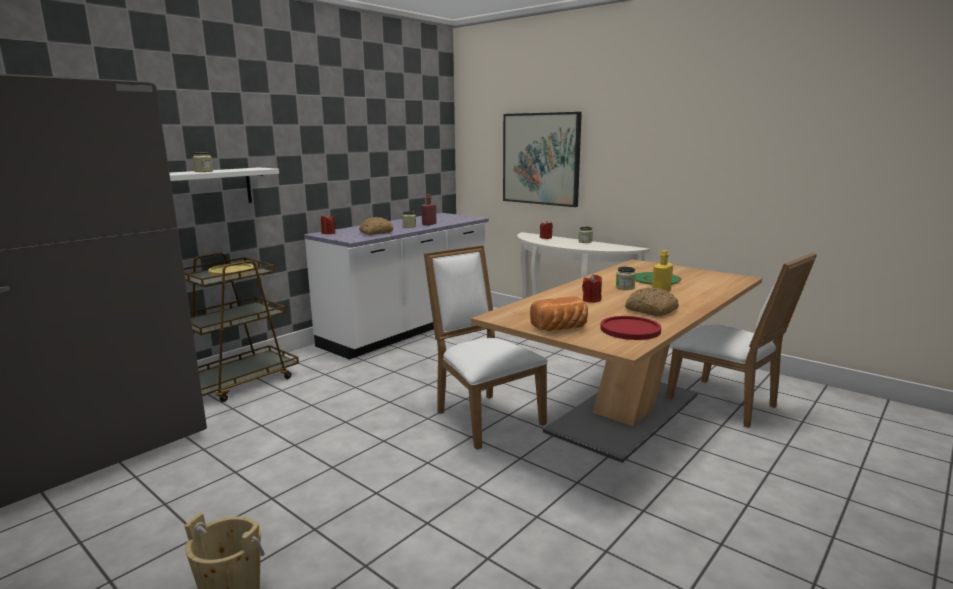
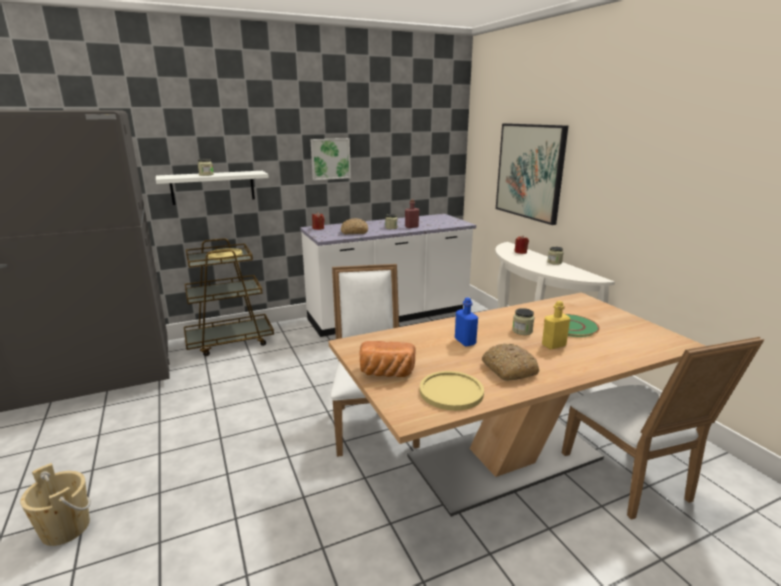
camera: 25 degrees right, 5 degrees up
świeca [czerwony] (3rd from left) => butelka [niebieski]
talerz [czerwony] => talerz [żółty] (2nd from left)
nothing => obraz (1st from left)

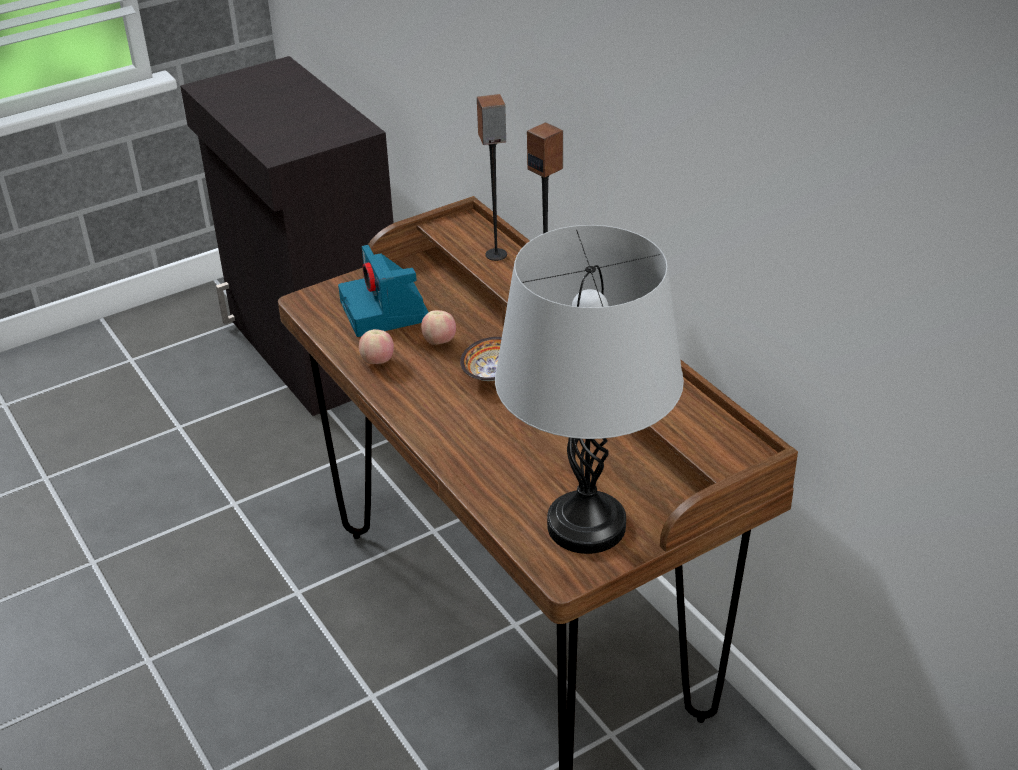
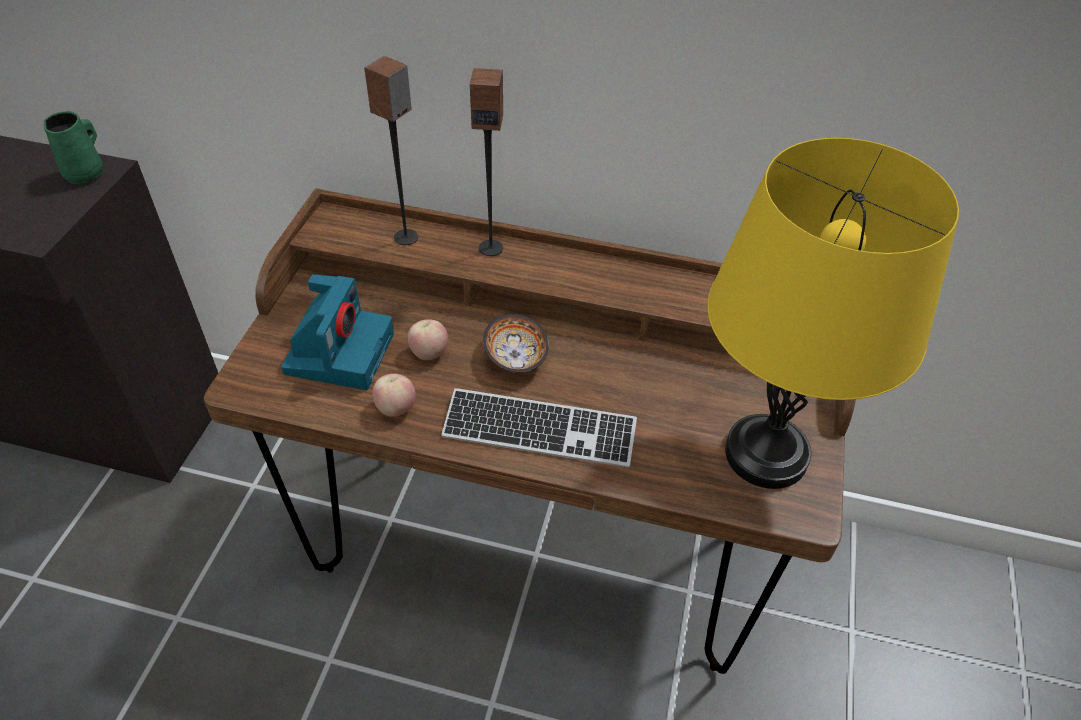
camera: 45 degrees left, 10 degrees up
lampa stołowa [szary] => lampa stołowa [żółty]
aparat fotograficzny, 105 degrees counterclockwise
nothing => kubek [zielony]
nothing => klawiatura

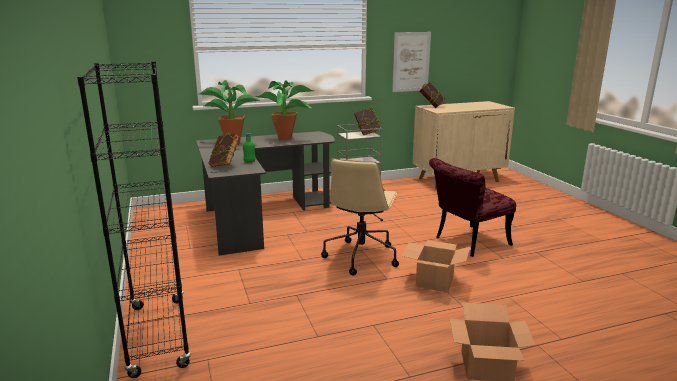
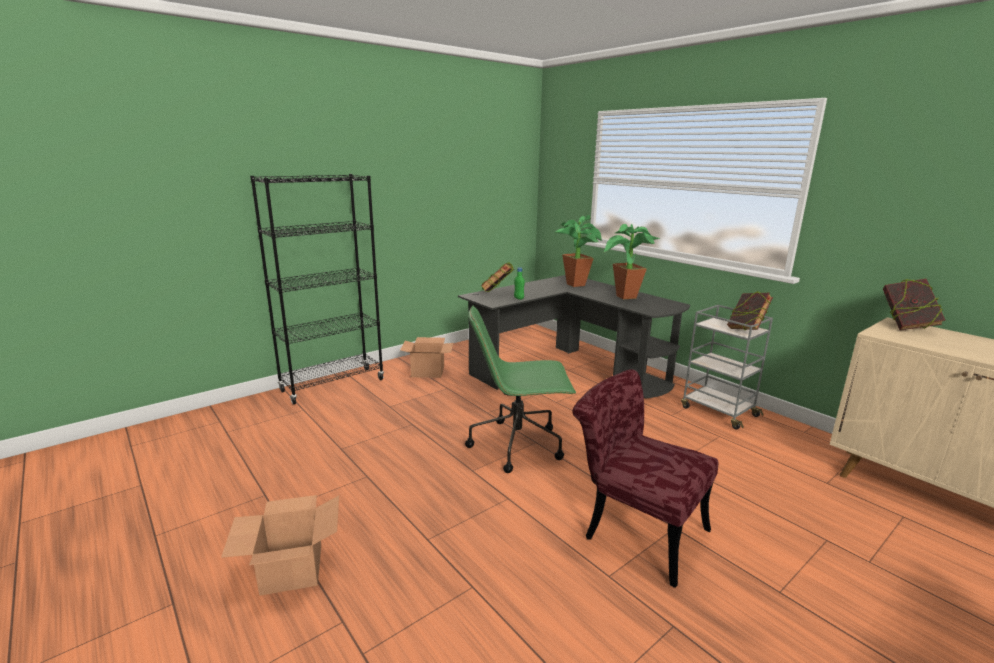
camera: 70 degrees right, 0 degrees up
obraz => nothing
krzesło biurowe [beżowy] => krzesło biurowe [zielony]
karton (1st from left in the first image) => karton (2nd from left), move

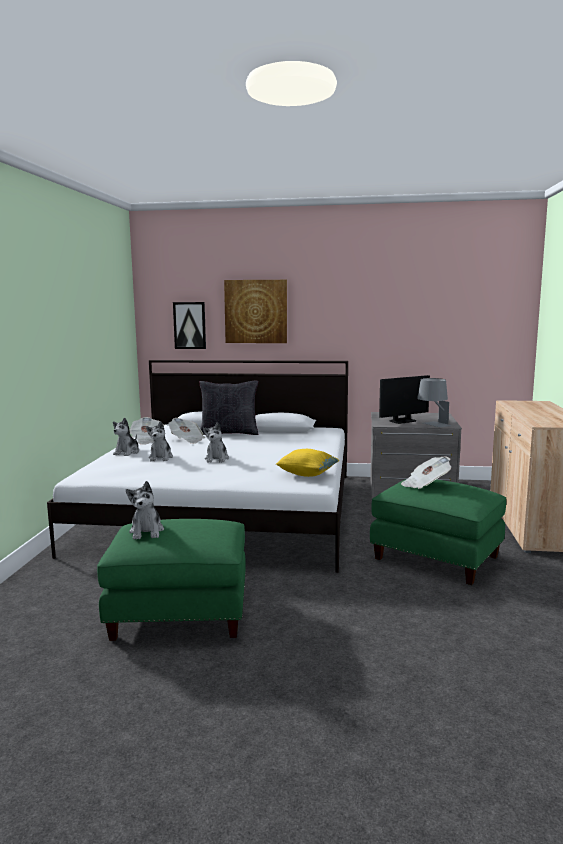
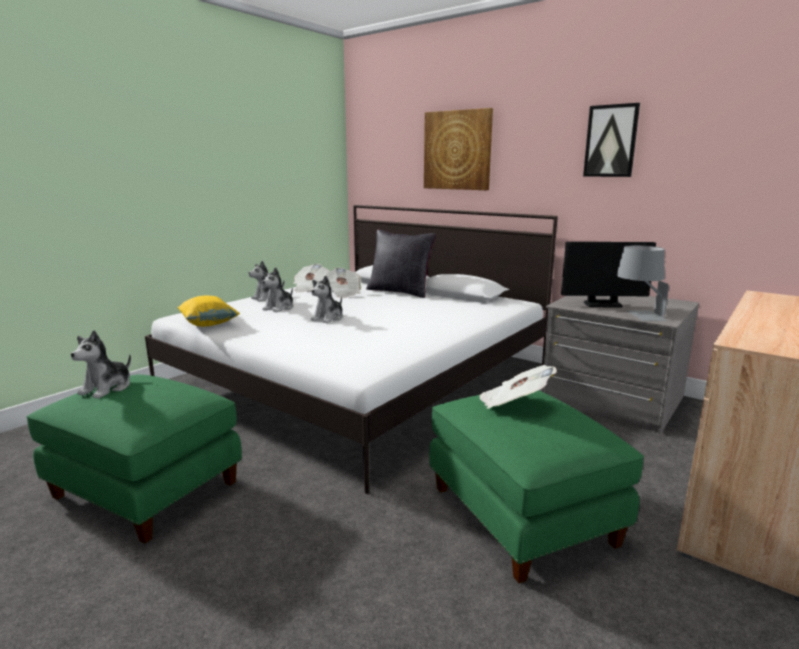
camera: 30 degrees right, 5 degrees up
obraz (1st from left in the first image) => obraz (2nd from left), move
poduszka [żółty], move

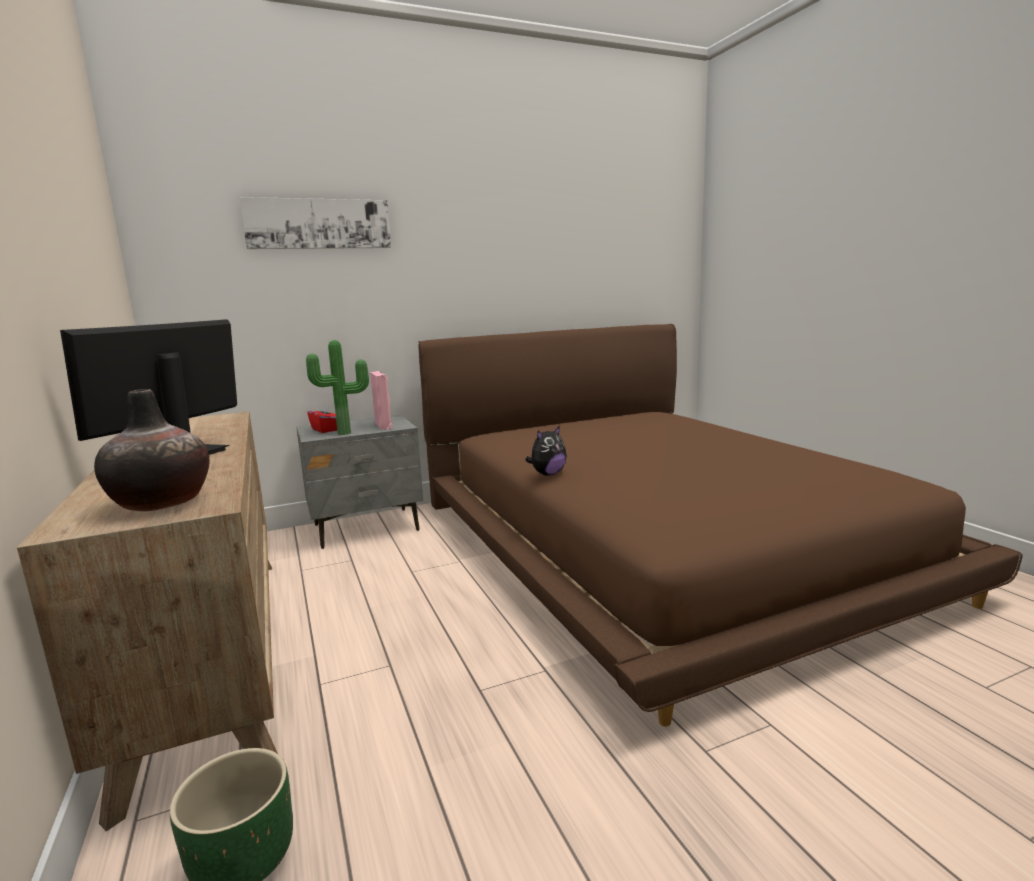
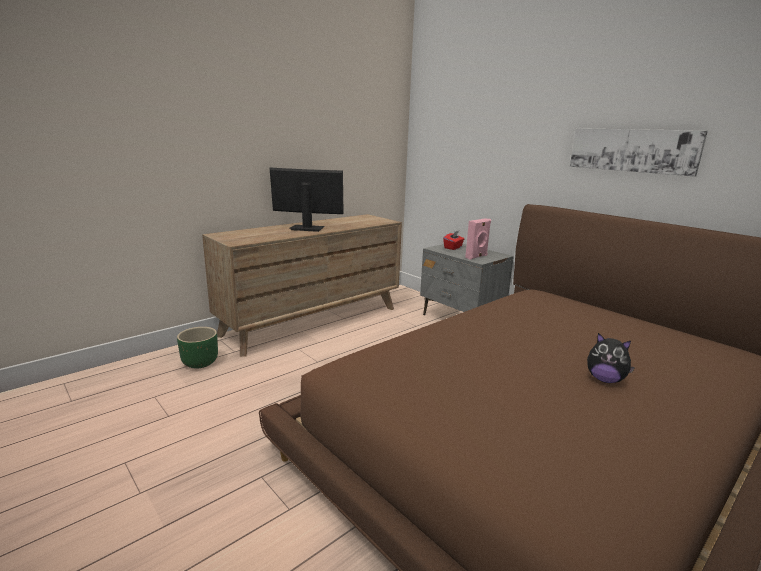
camera: 70 degrees right, 5 degrees up
obraz, move
roślina doniczkowa => nothing
wazon => nothing
pluszak, move

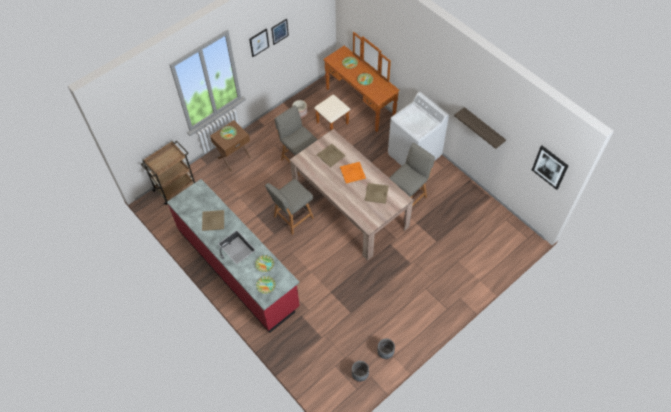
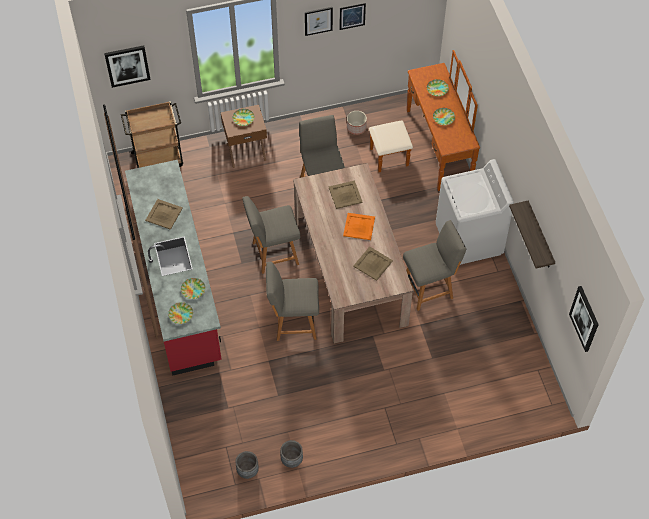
camera: 25 degrees right, 0 degrees up
nothing => obraz (1st from left)
nothing => krzesło [szary] (2nd from left)

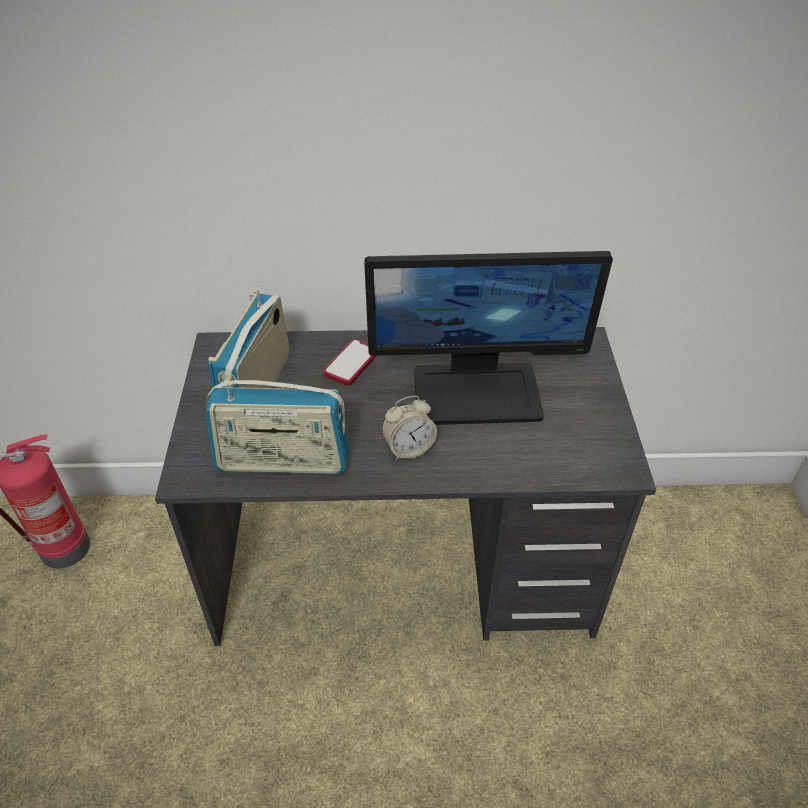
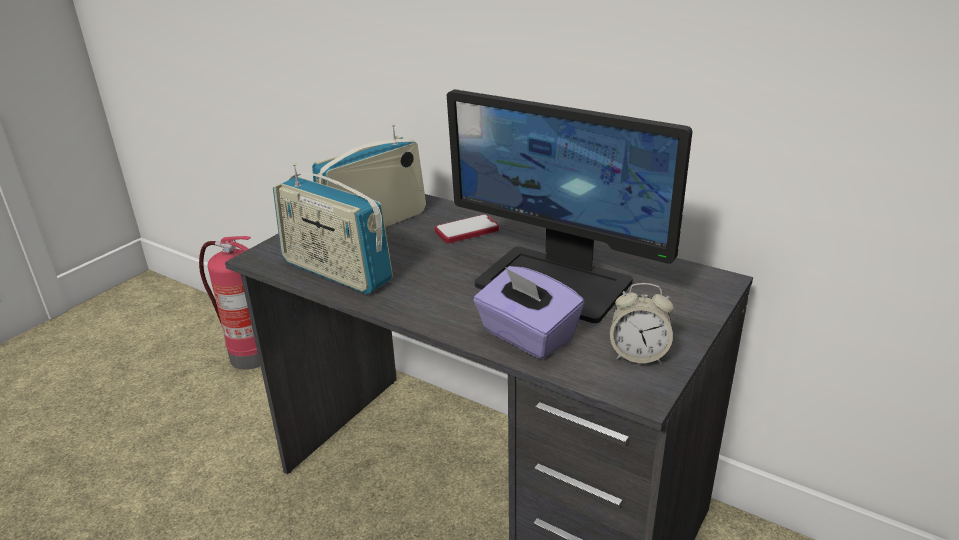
camera: 35 degrees right, 15 degrees down
budzik, move
nothing => pudełko chusteczek [fioletowy]

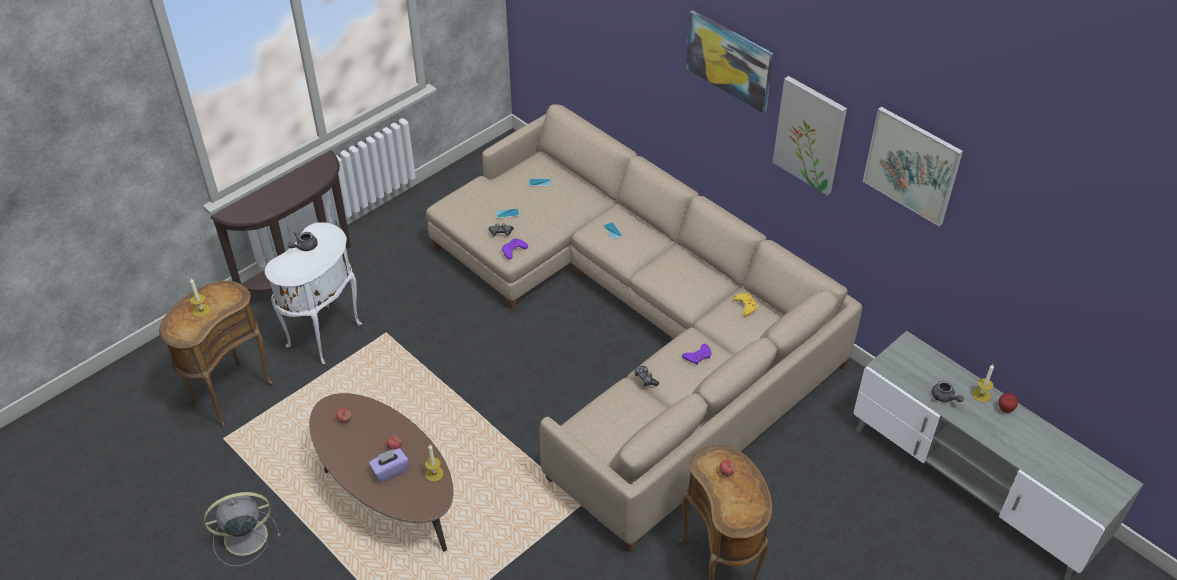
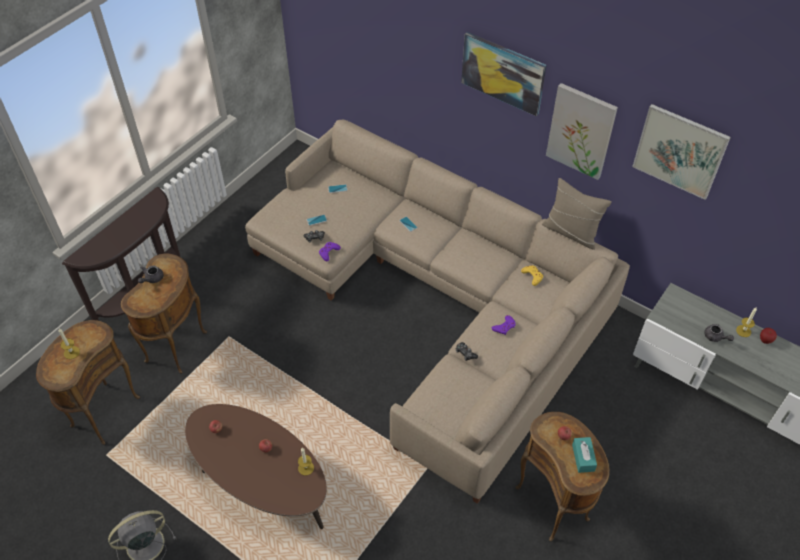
camera: 10 degrees left, 5 degrees up
stolik [biały] => stolik [brązowy] (2nd from left)
pudełko chusteczek [fioletowy] => nothing
nothing => poduszka [beżowy]
nothing => pudełko chusteczek [turkusowy]

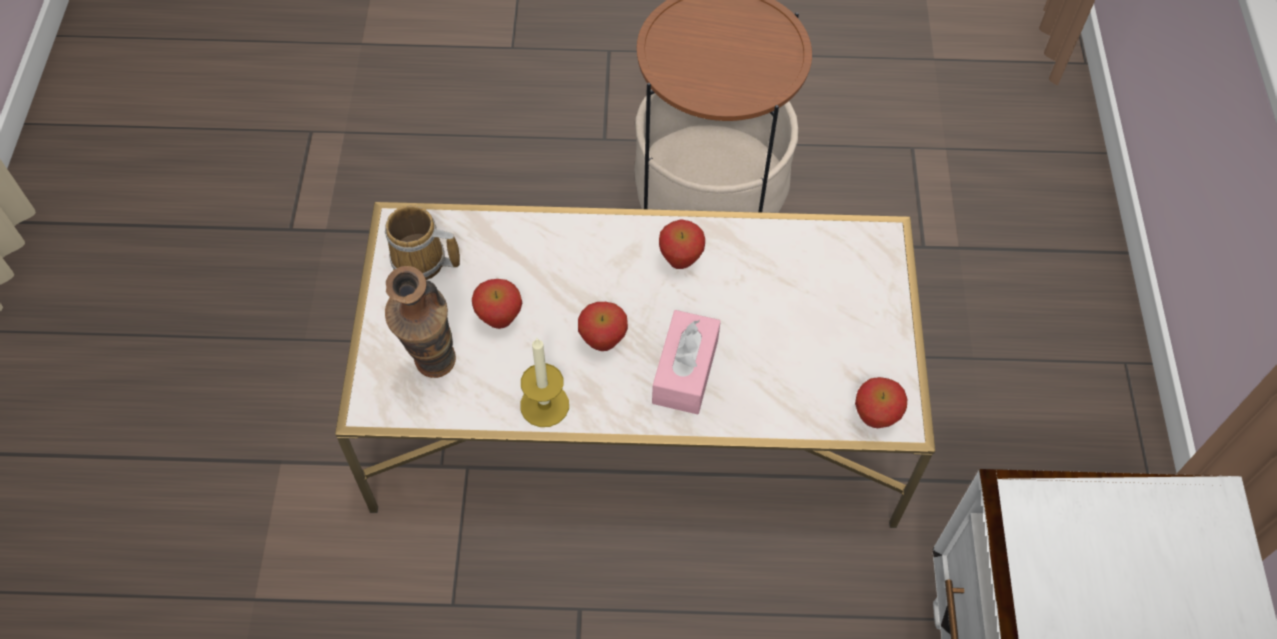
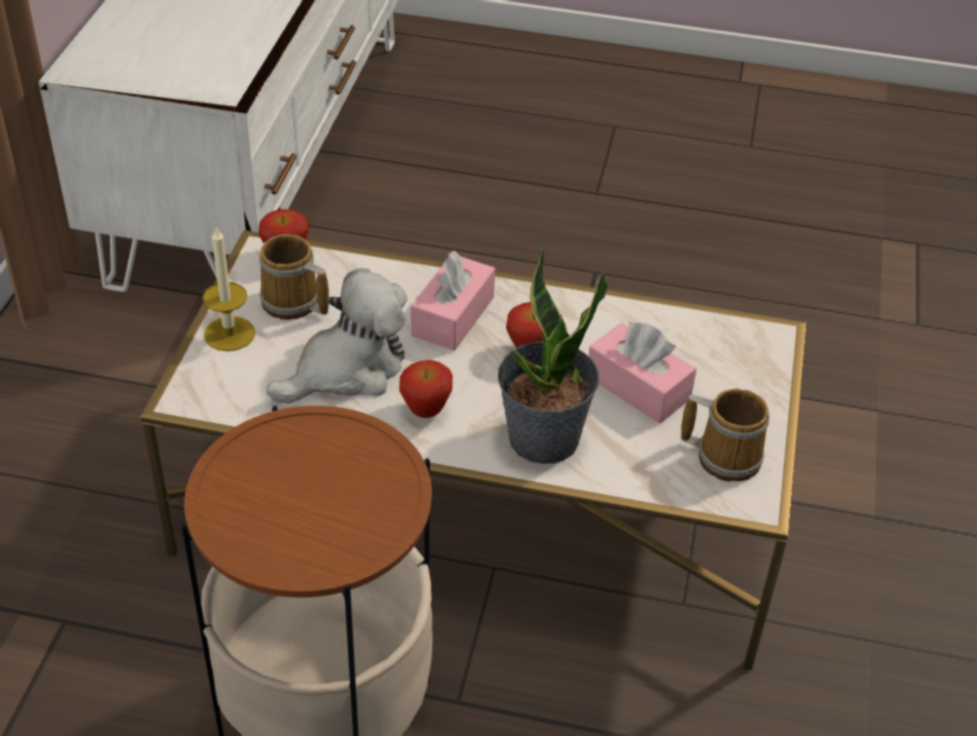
camera: 170 degrees left, 15 degrees down
wazon => nothing
jabłko (1st from left) => pudełko chusteczek [różowy] (2nd from left)
świeca, move
nothing => kubek (1st from left)
nothing => roślina doniczkowa
nothing => pluszak

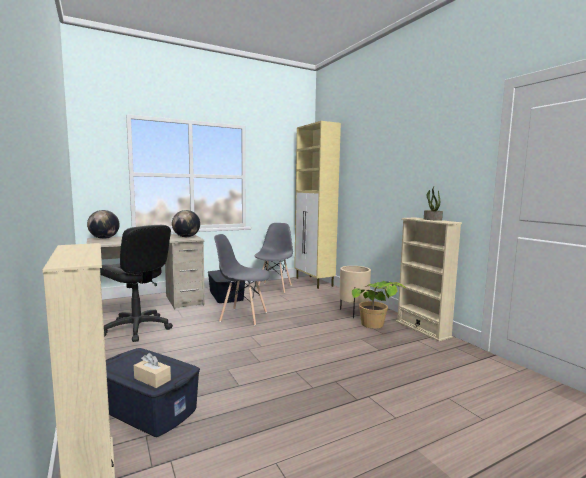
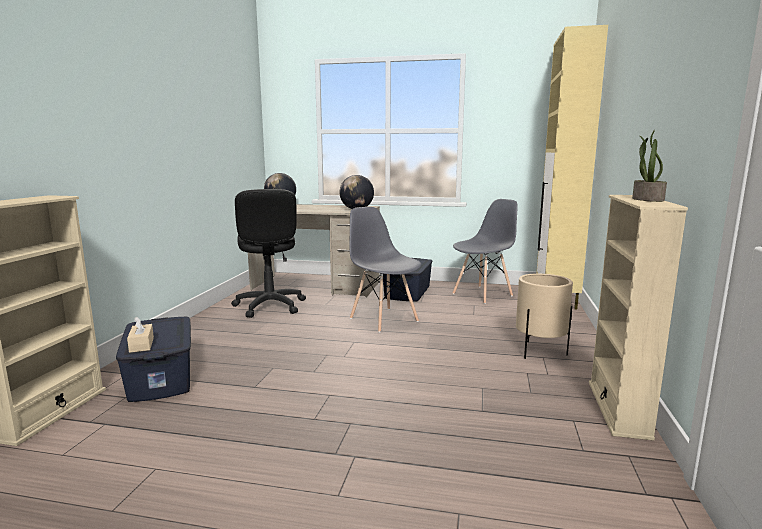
camera: 40 degrees right, 5 degrees up
roślina doniczkowa (1st from left) => nothing

